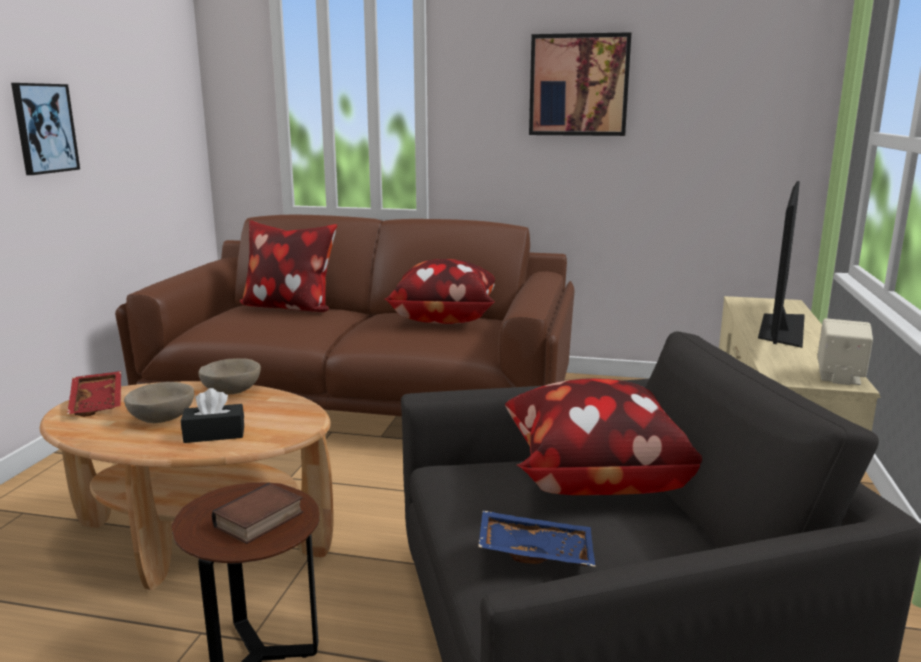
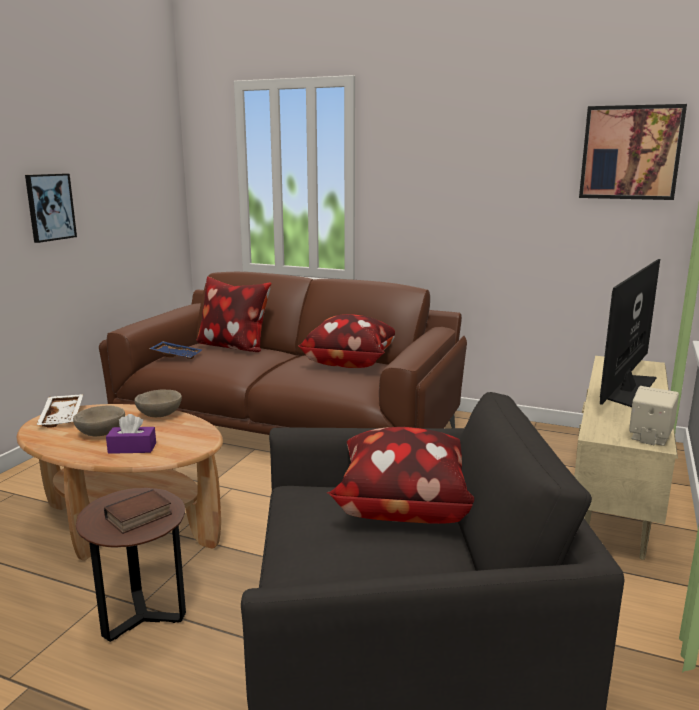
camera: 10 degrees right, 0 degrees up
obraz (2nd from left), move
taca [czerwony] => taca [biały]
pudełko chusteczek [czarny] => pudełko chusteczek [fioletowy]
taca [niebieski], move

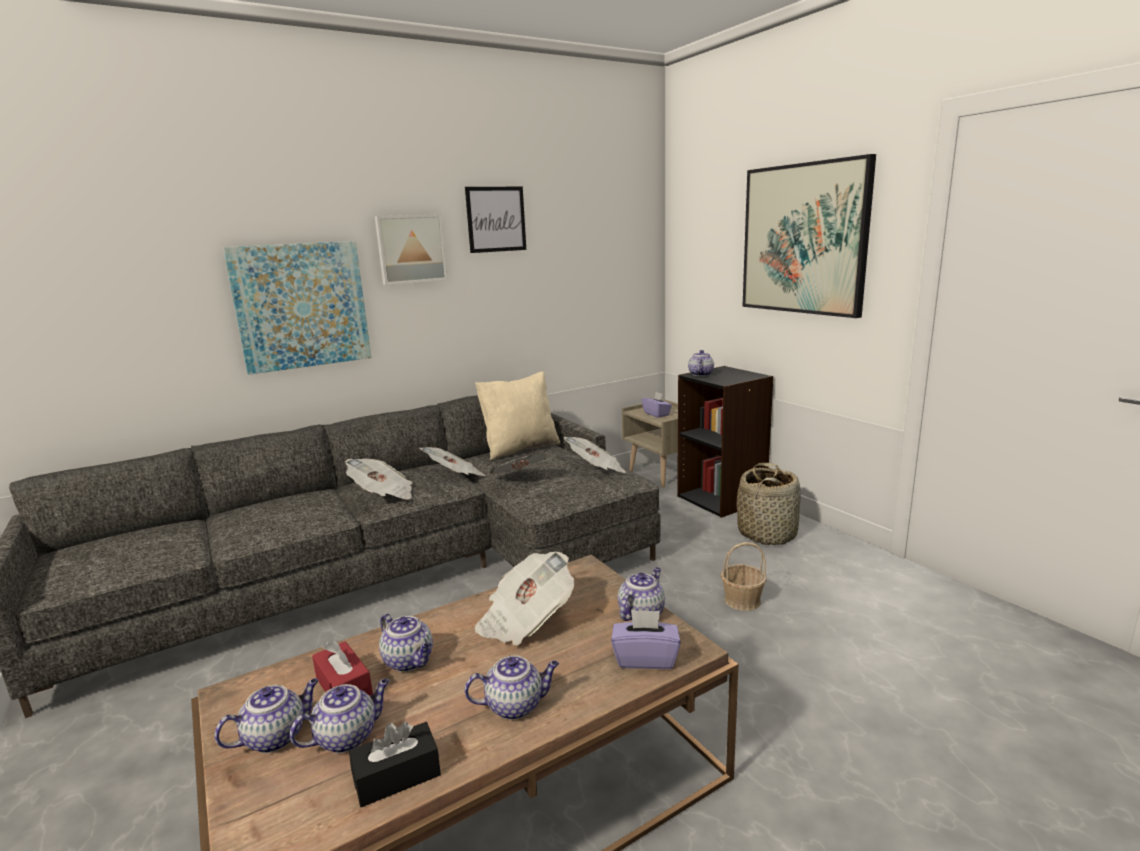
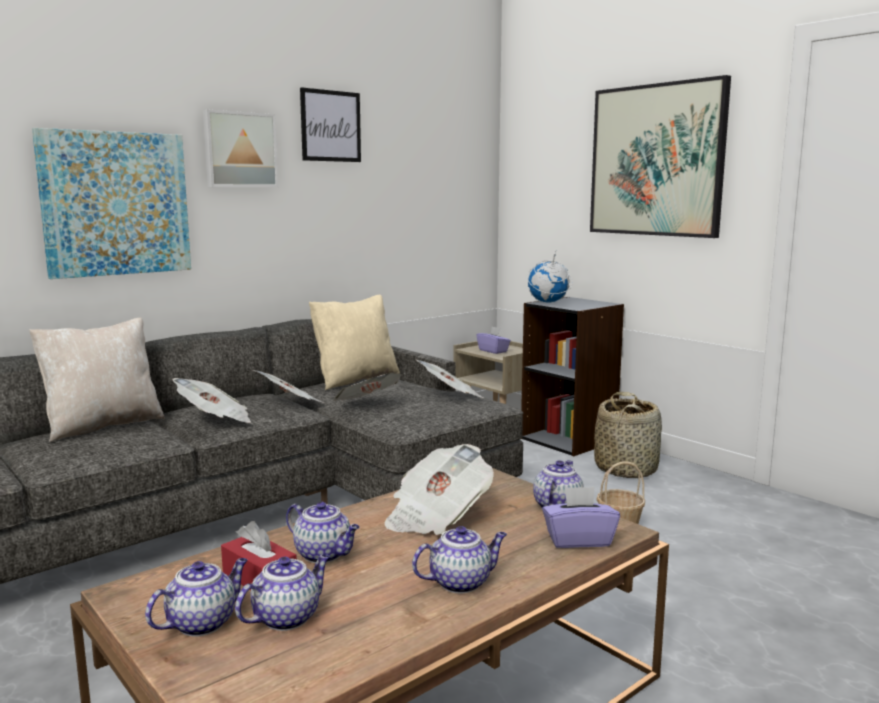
camera: 10 degrees left, 5 degrees down
imbryk (6th from left) => globus
pudełko chusteczek [czarny] => nothing
nothing => poduszka [beżowy] (1st from left)

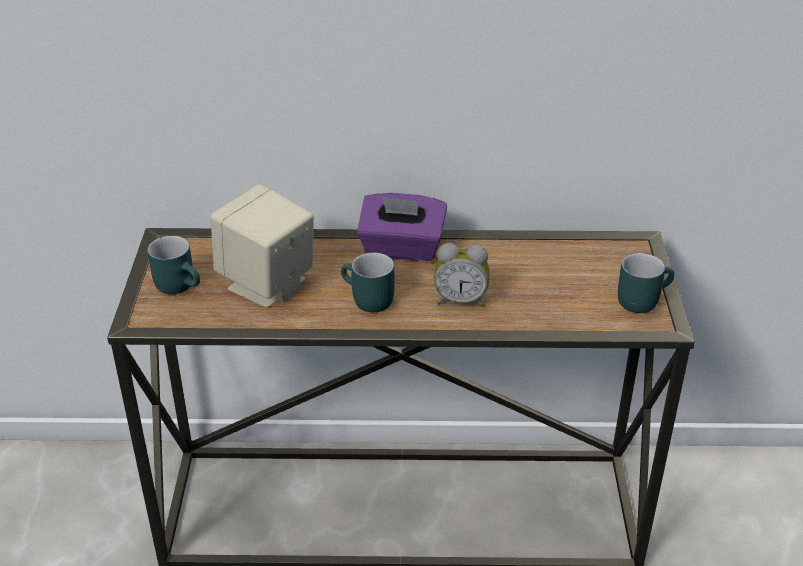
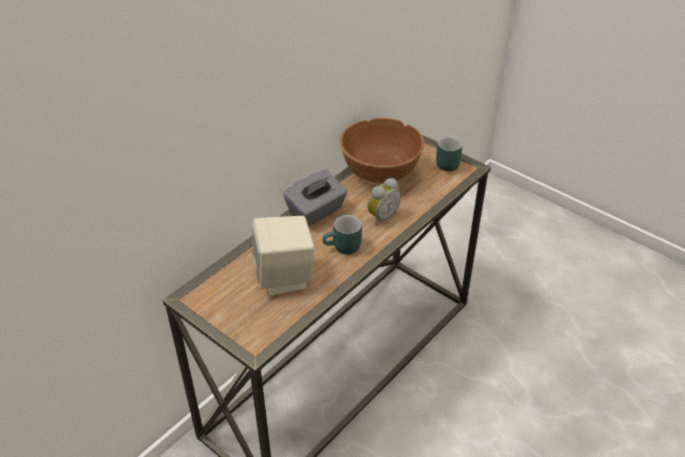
camera: 50 degrees left, 5 degrees up
pudełko chusteczek [fioletowy] => pudełko chusteczek [szary]
kubek [turkusowy] (1st from left) => nothing
nothing => miska [brązowy]

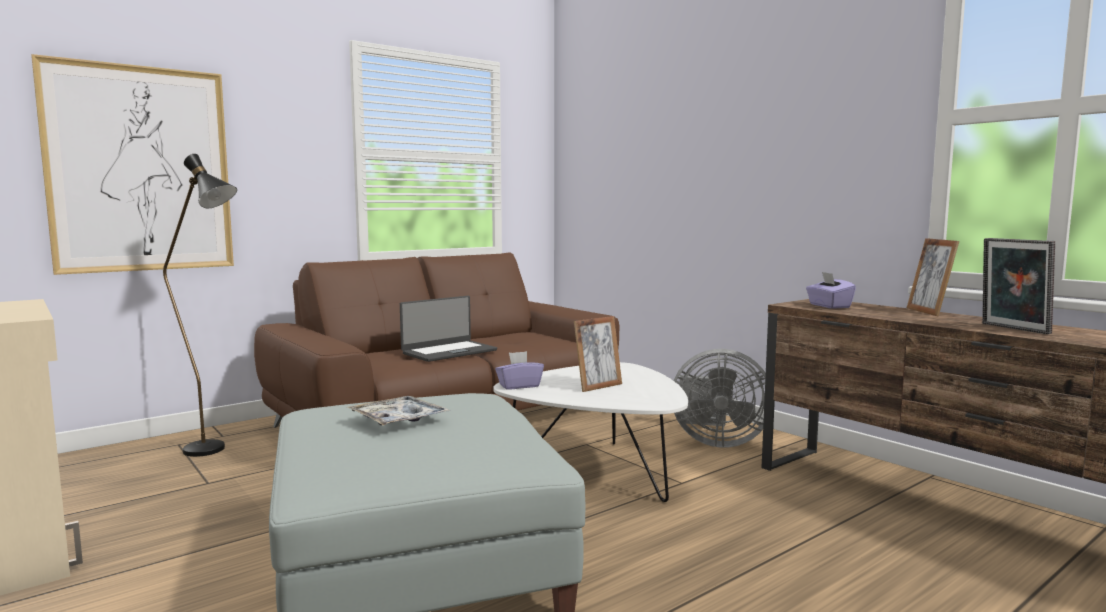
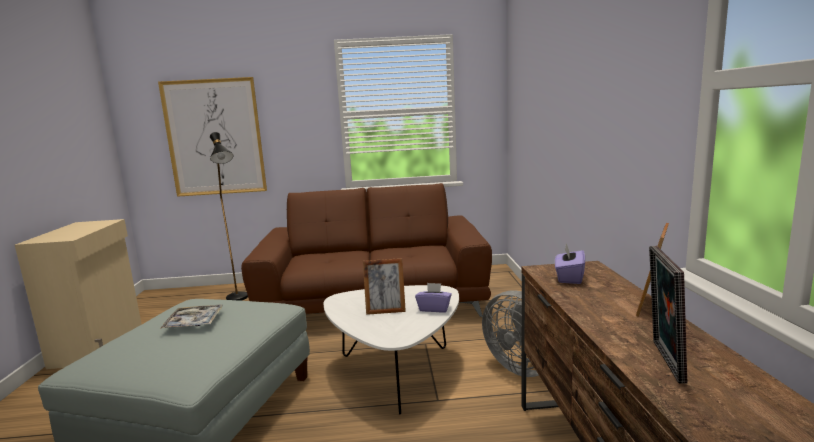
camera: 35 degrees right, 5 degrees up
laptop => nothing
pudełko chusteczek [fioletowy] (1st from left), move

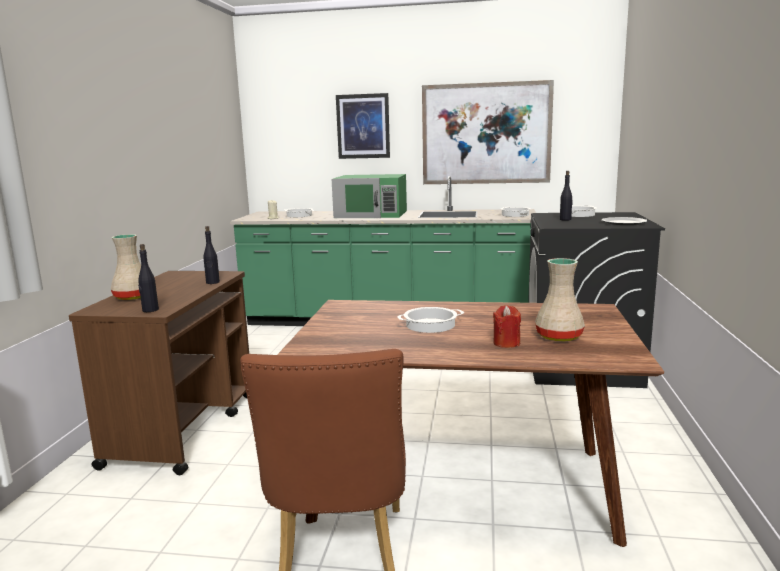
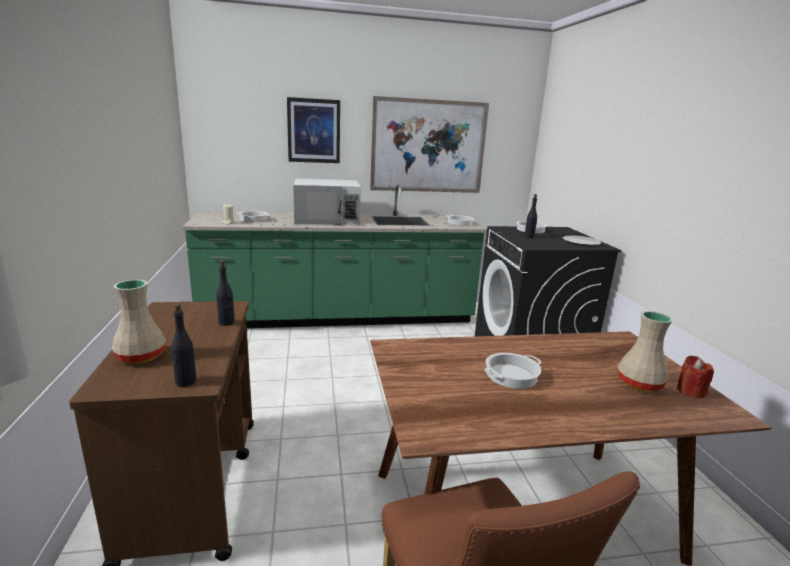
camera: 20 degrees left, 5 degrees up
mikrofalówka [zielony] => mikrofalówka [biały]
świeca [czerwony], move

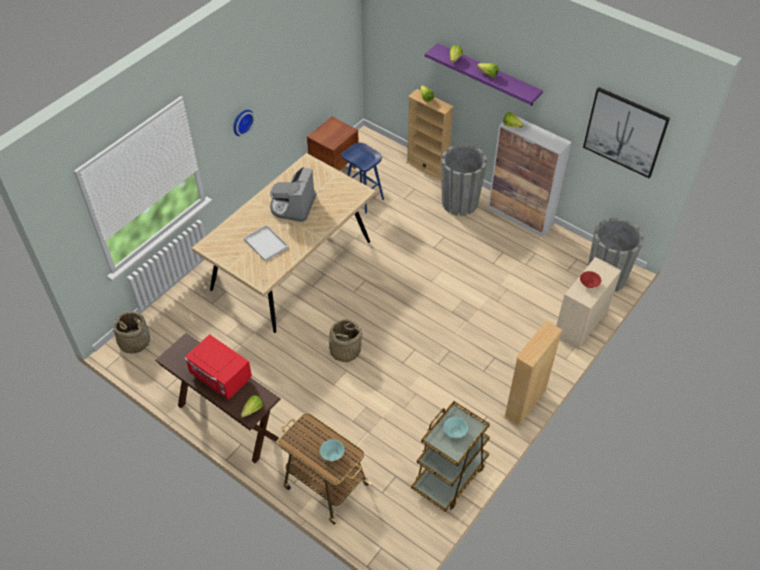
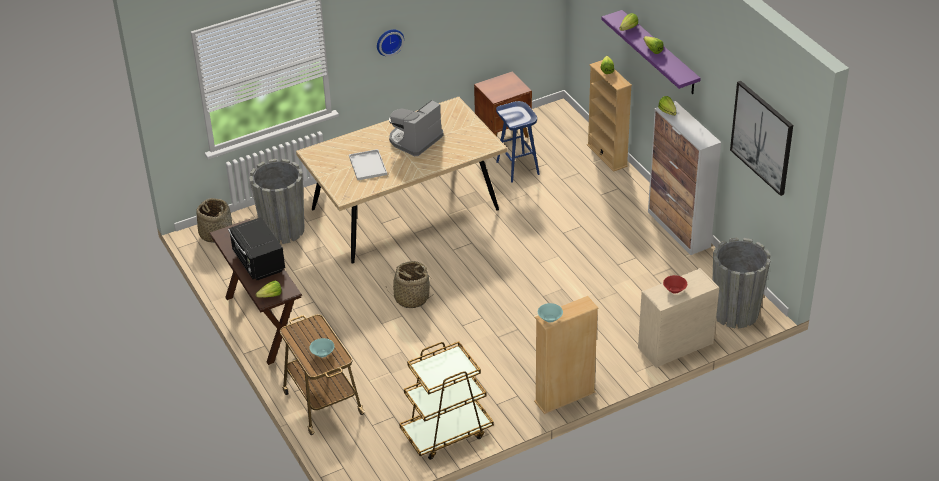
camera: 25 degrees right, 10 degrees down
donica [szary] (1st from left), move
mikrofalówka [czerwony] => mikrofalówka [czarny]
miska [turkusowy] (2nd from left), move

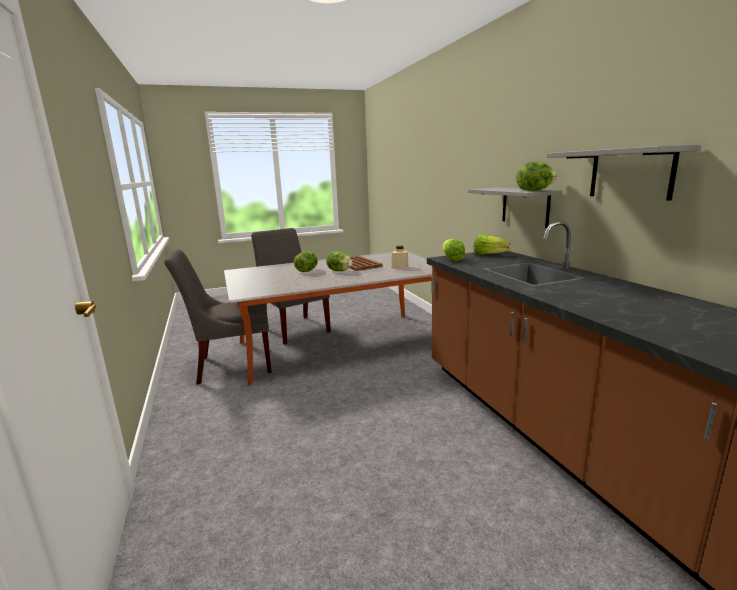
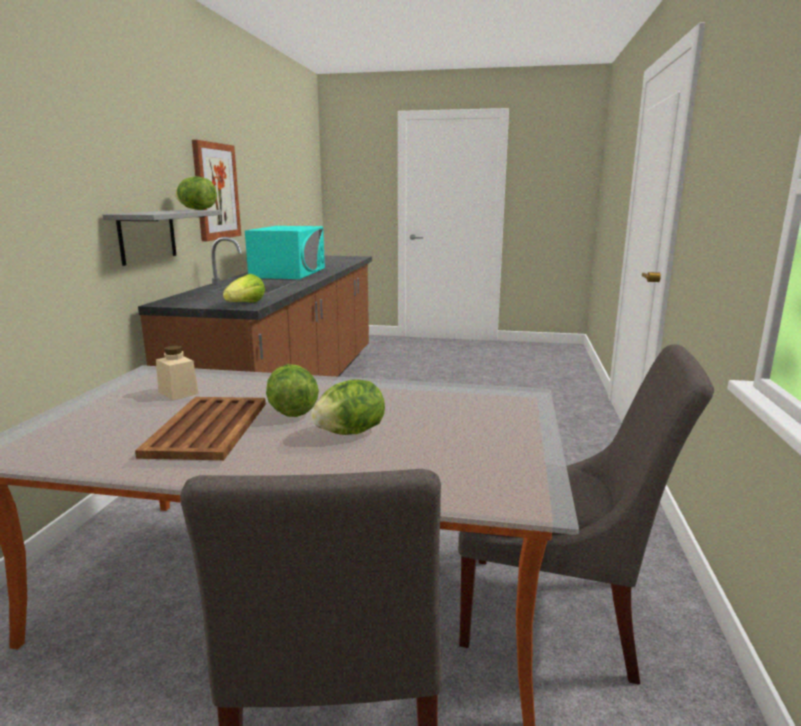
camera: 150 degrees left, 0 degrees up
półka [szary] (2nd from left) => obraz
sałata (4th from left) => nothing
nothing => mikrofalówka [turkusowy]

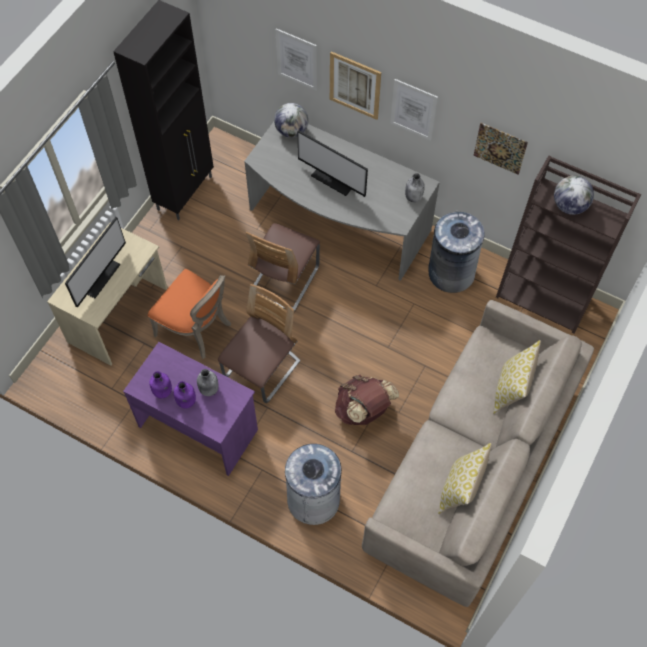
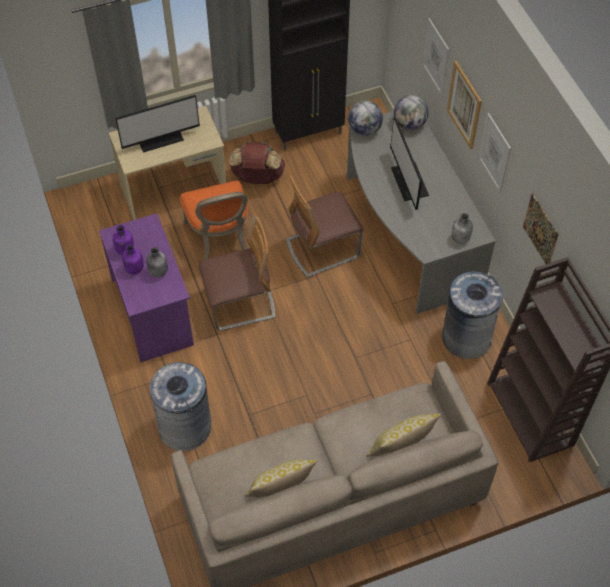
camera: 40 degrees right, 5 degrees down
globus (2nd from left in the first image) => globus (1st from left), move
plecak [brązowy], move

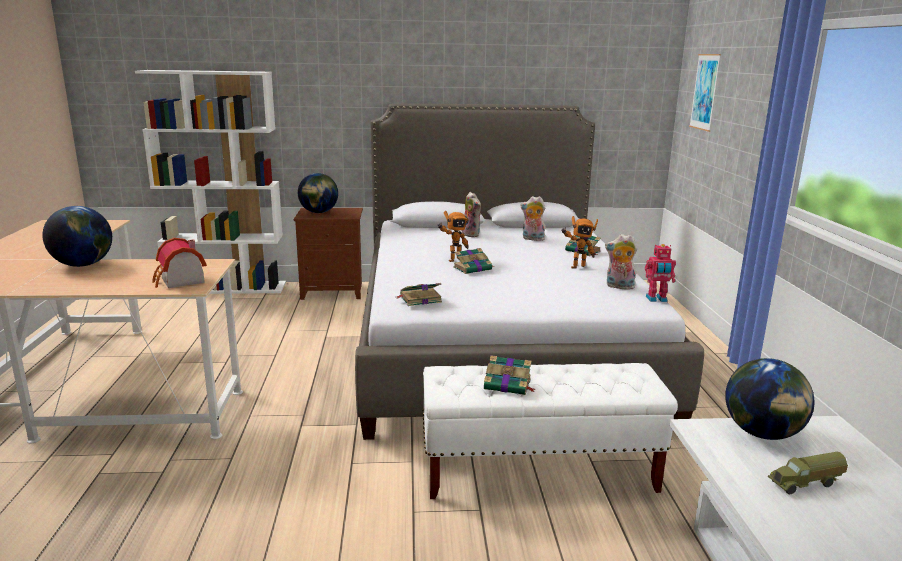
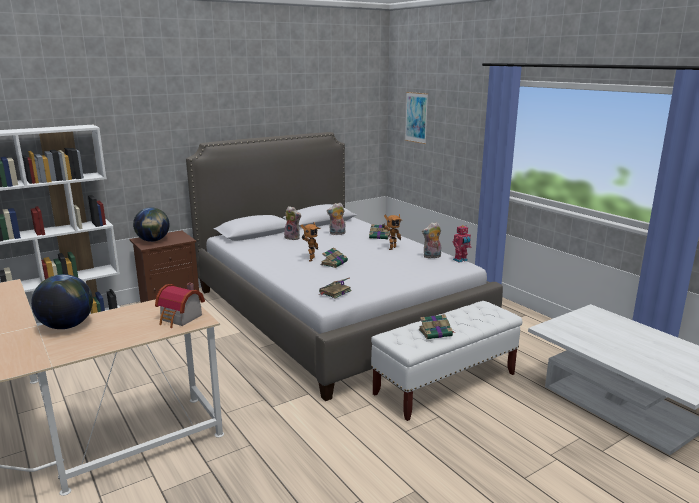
camera: 30 degrees left, 0 degrees up
globus (3rd from left) => nothing
ciężarówka zabawkowa => nothing

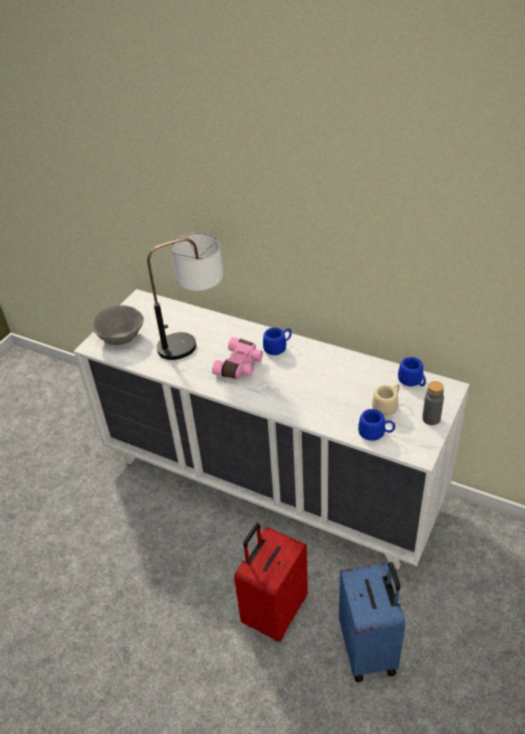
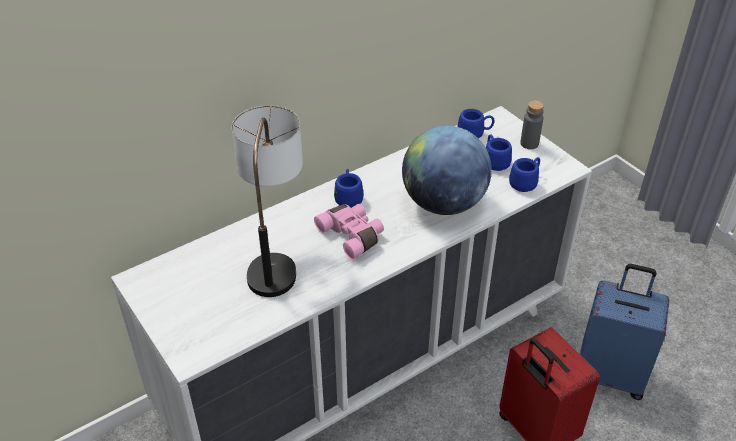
camera: 65 degrees left, 0 degrees up
miska [szary] => nothing
kubek [beżowy] => kubek [niebieski] (3rd from left)
nothing => globus

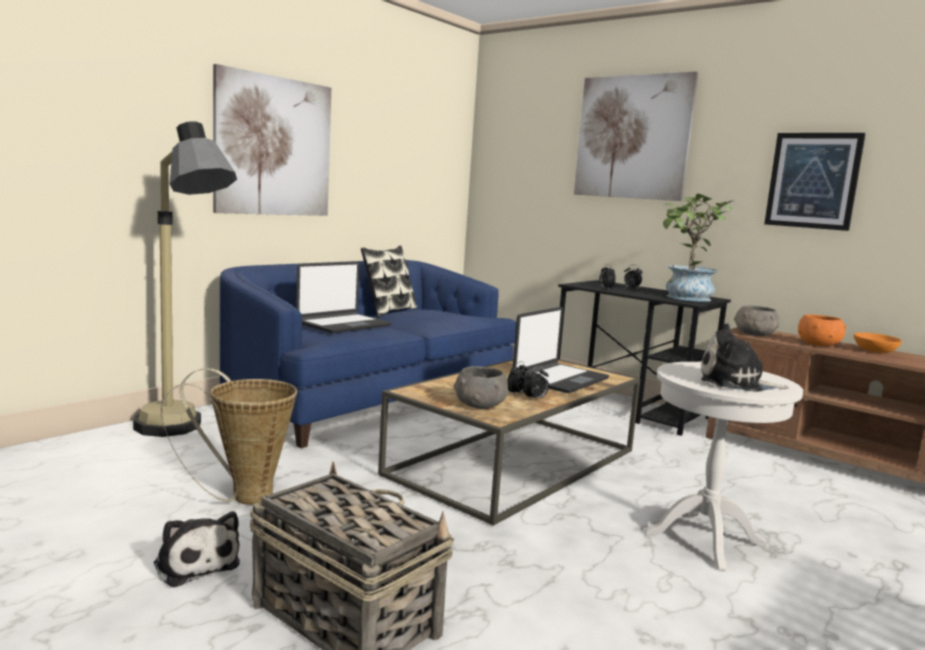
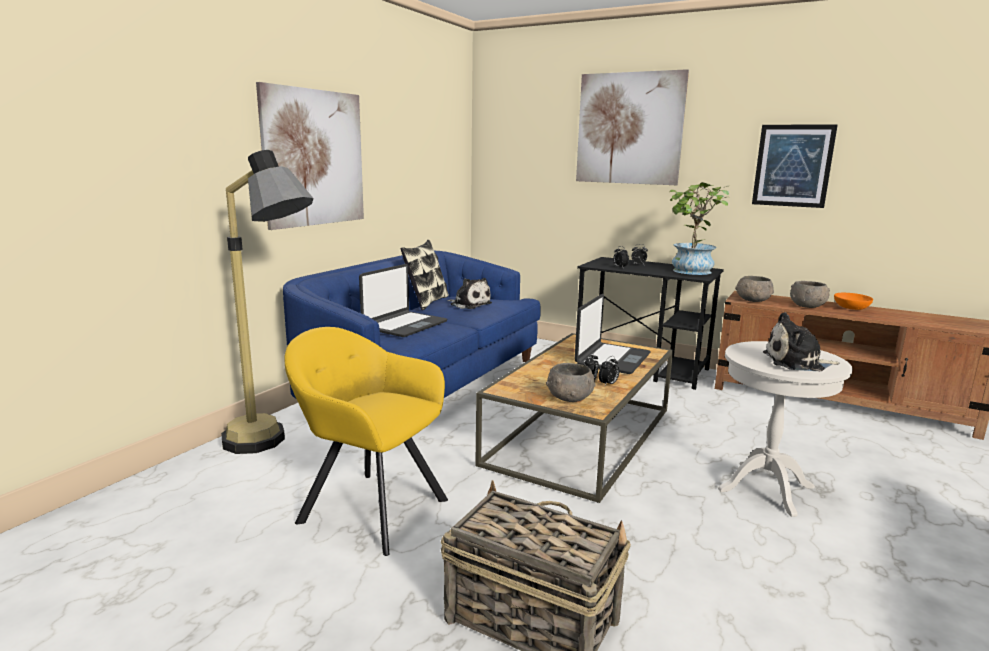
camera: 10 degrees left, 5 degrees up
miska [pomarańczowy] (1st from left) => miska [szary] (3rd from left)
koszyk (1st from left) => fotel [żółty]
pluszak (1st from left), move

